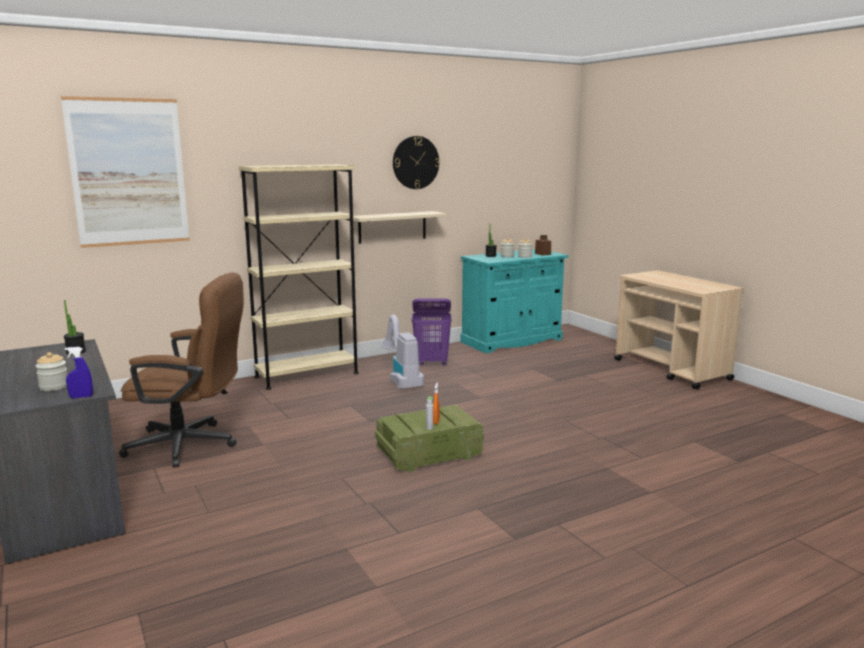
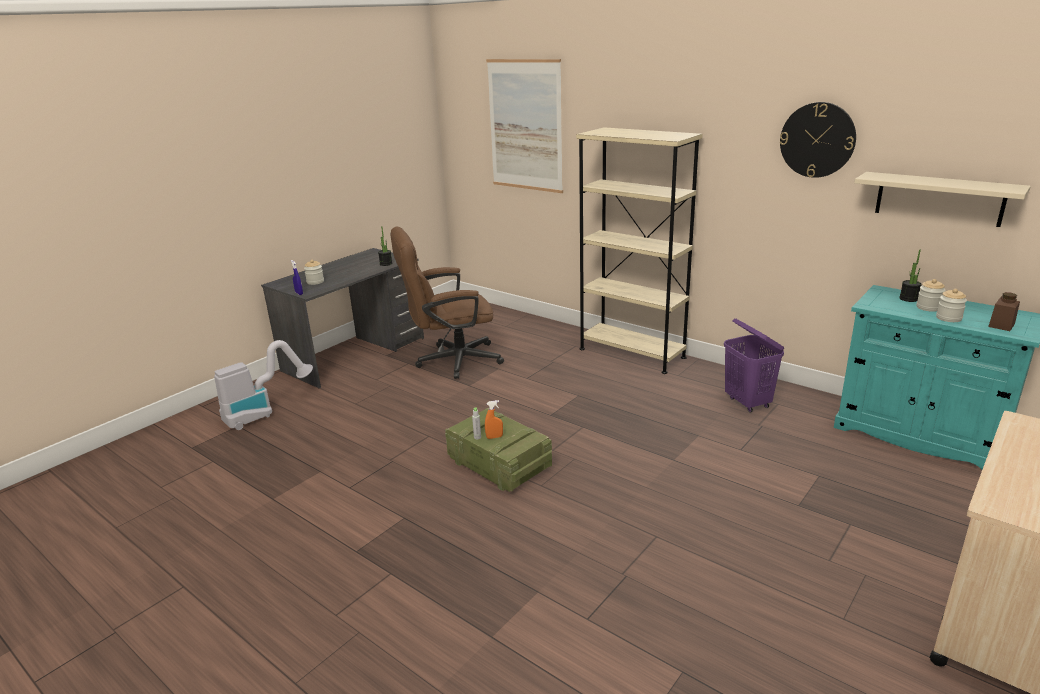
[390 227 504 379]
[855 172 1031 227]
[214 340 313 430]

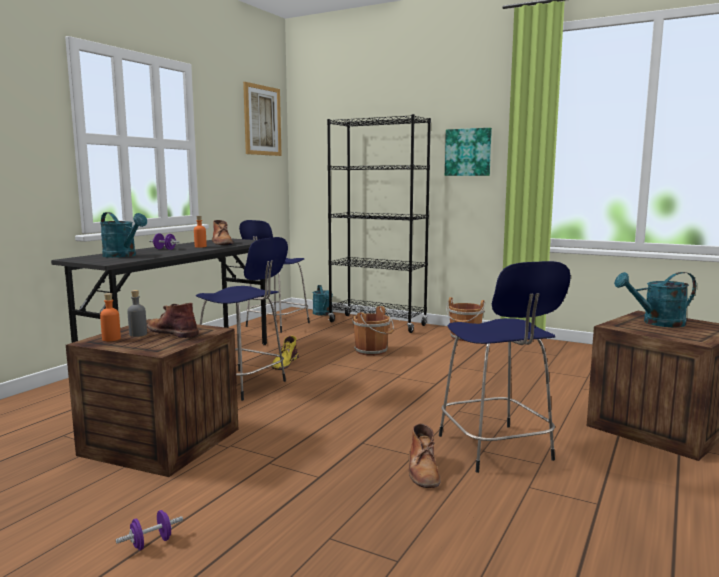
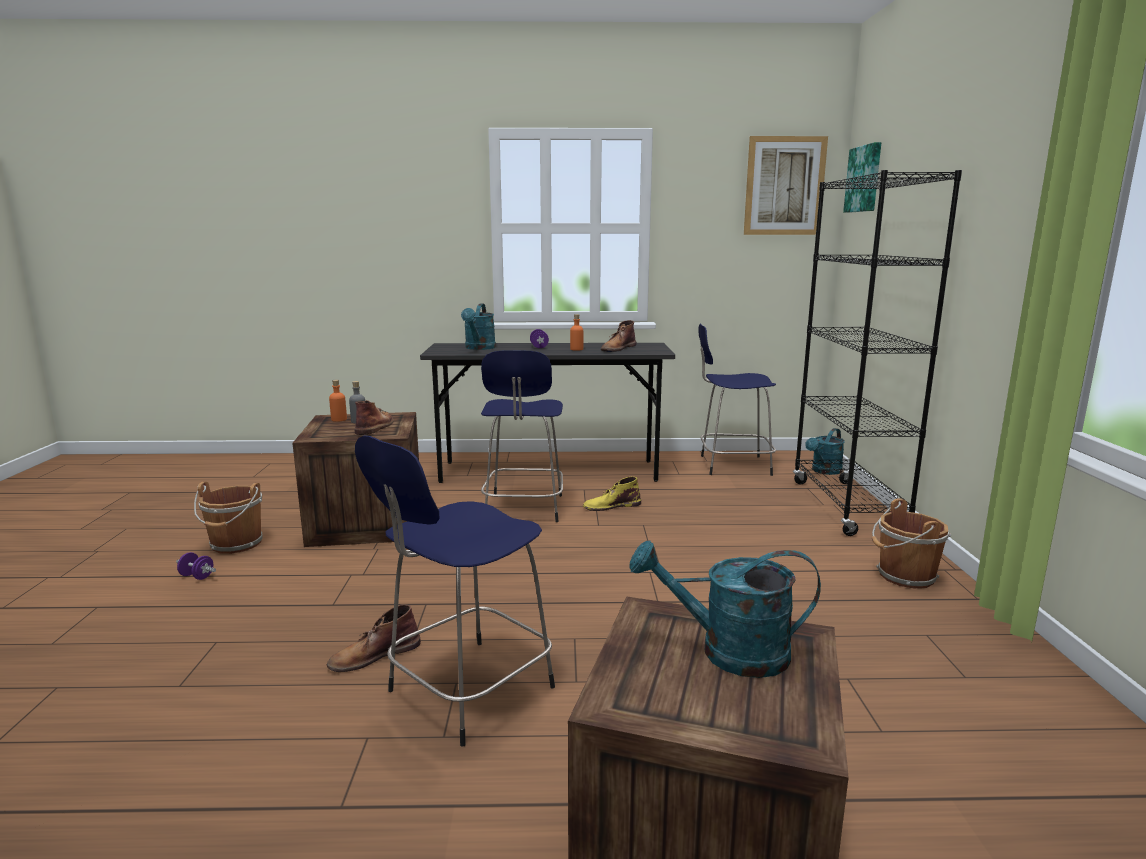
[194 482 263 554]
[843 142 882 213]
[629 540 821 678]

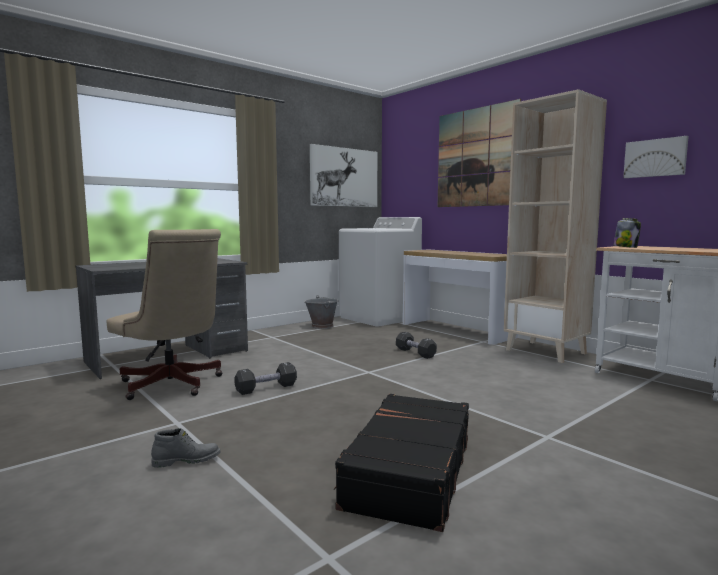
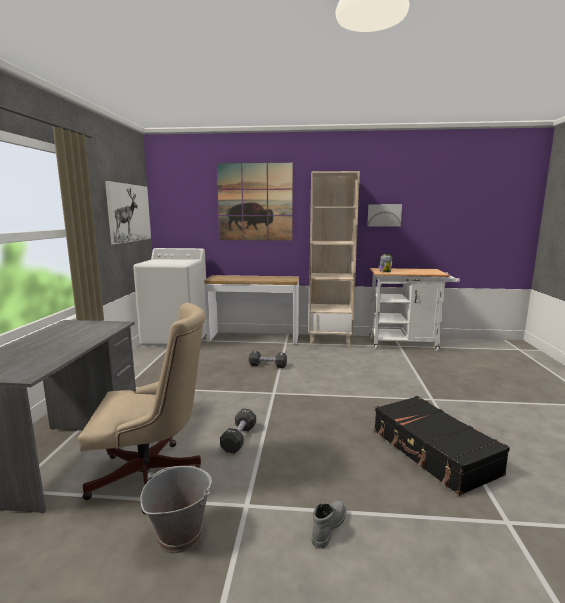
[140 466 212 553]

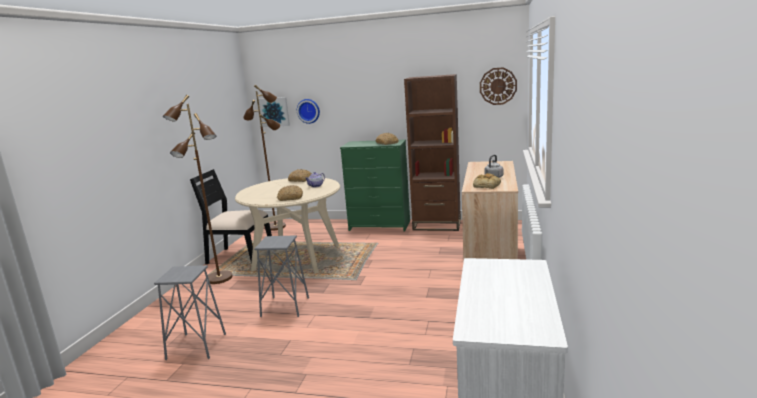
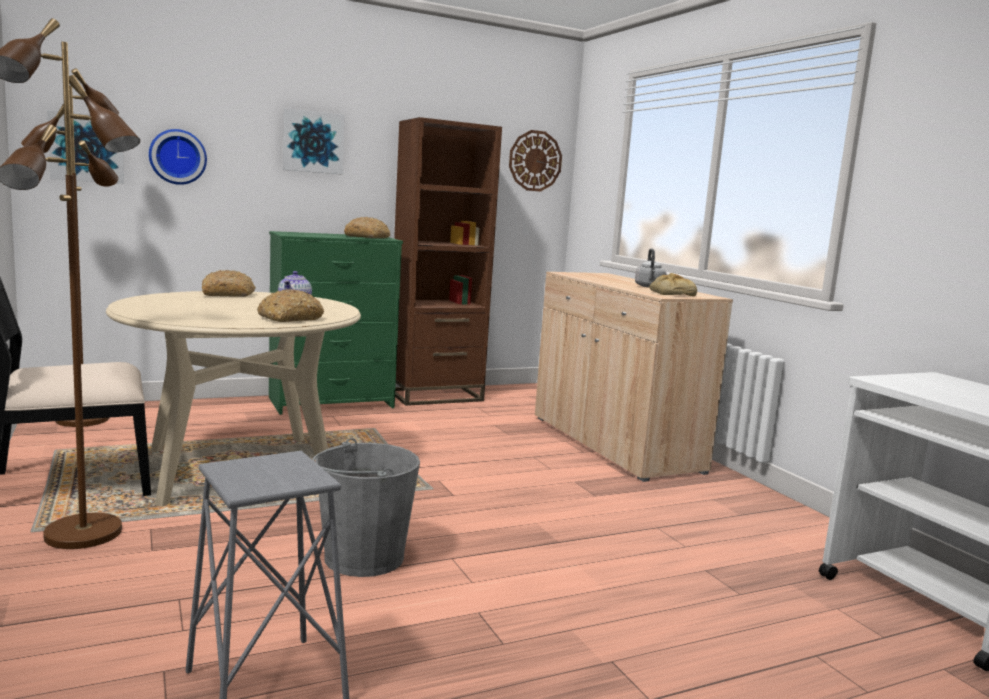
[313 438 420 577]
[283 108 345 174]

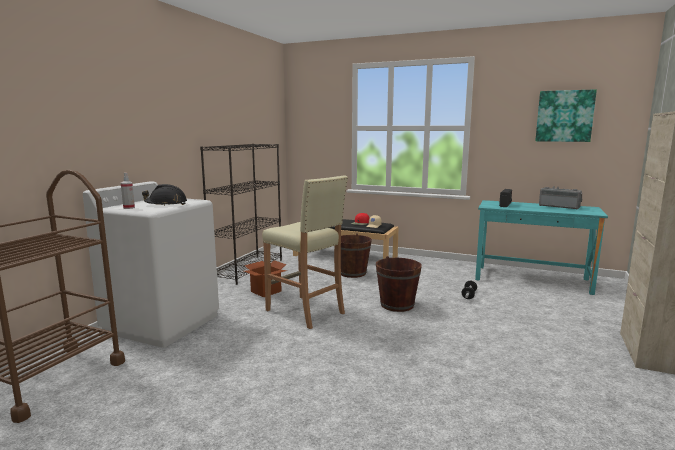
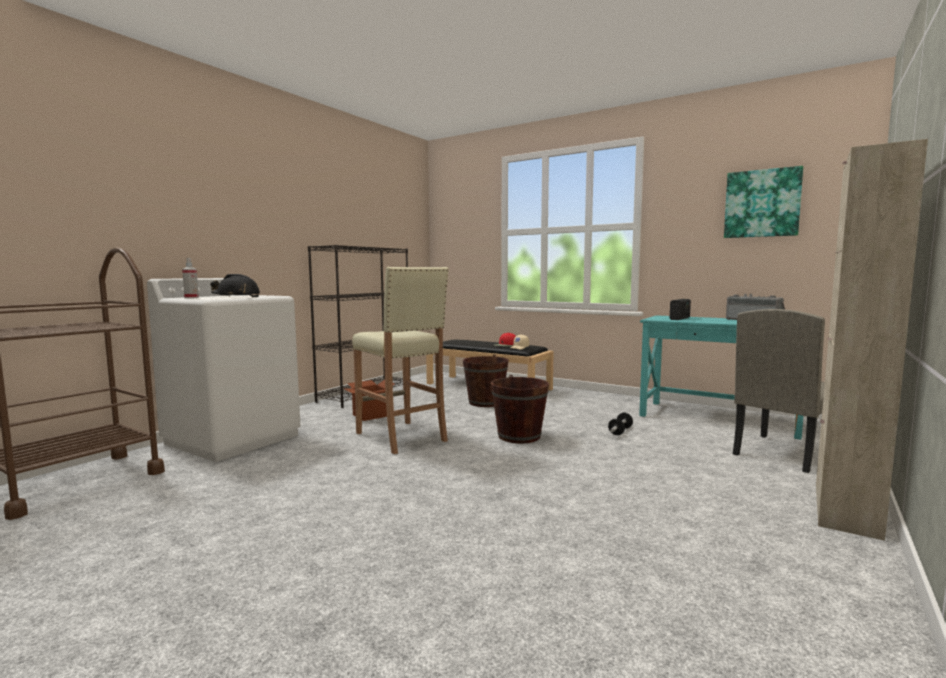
[733 309 825 473]

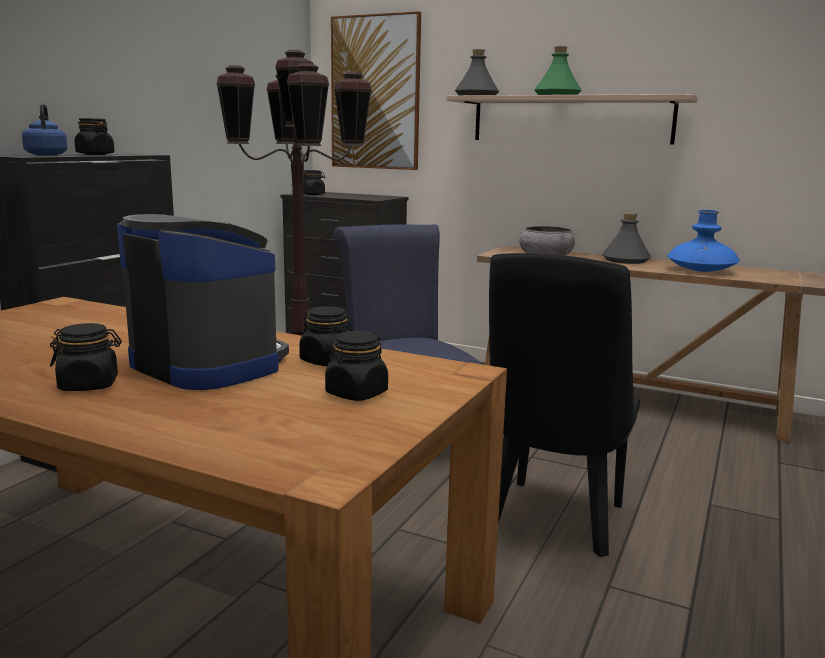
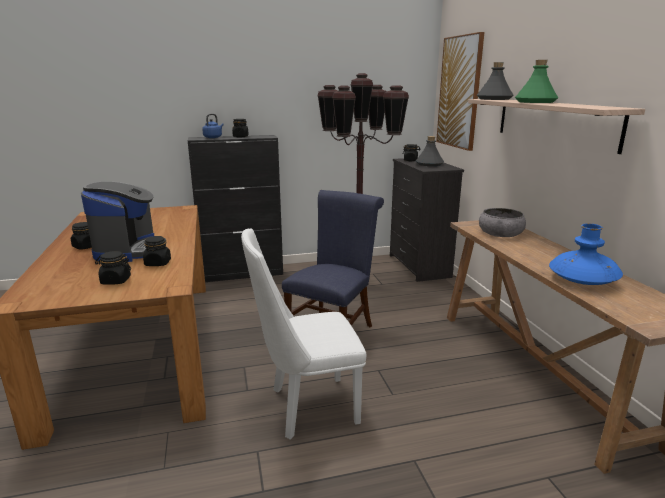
[241 228 366 440]
[416 136 444 166]

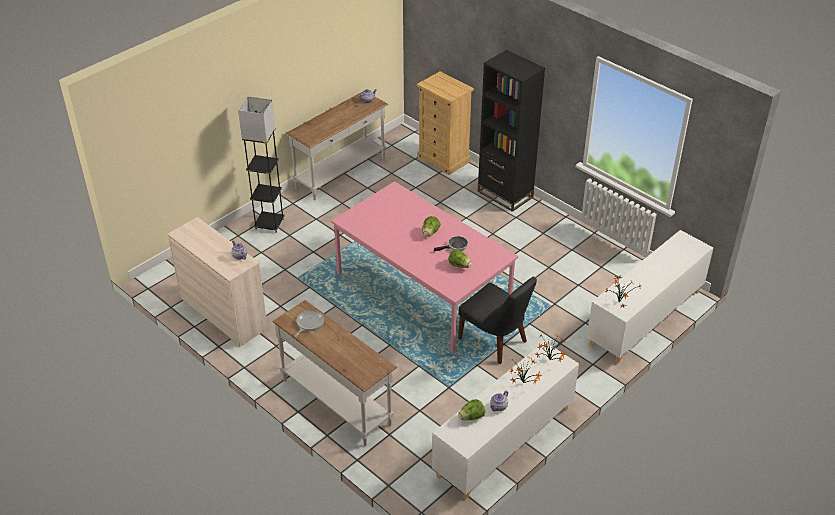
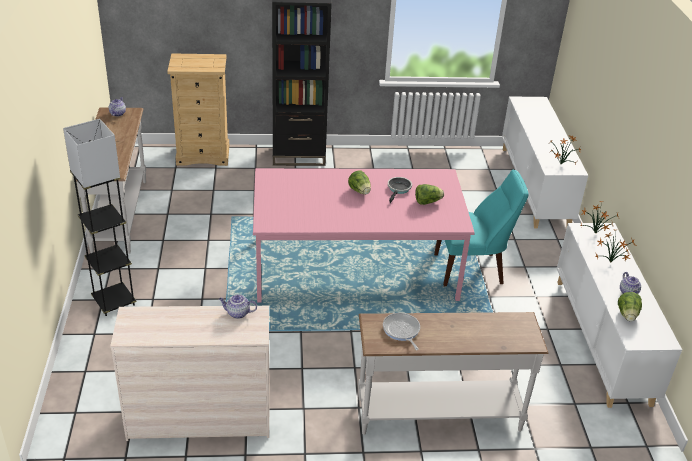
[434 170 529 286]

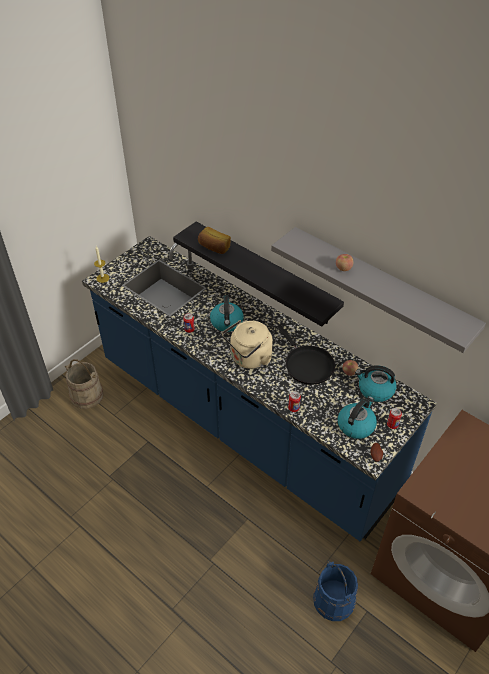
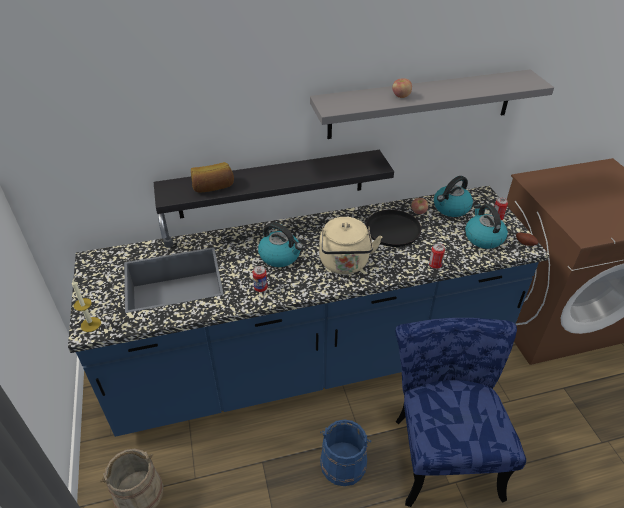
[320 419 371 486]
[395 318 526 507]

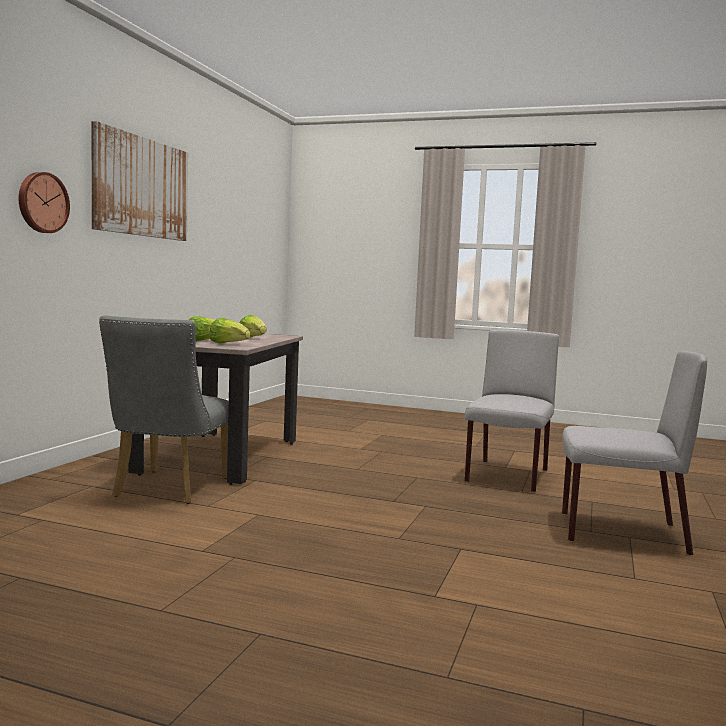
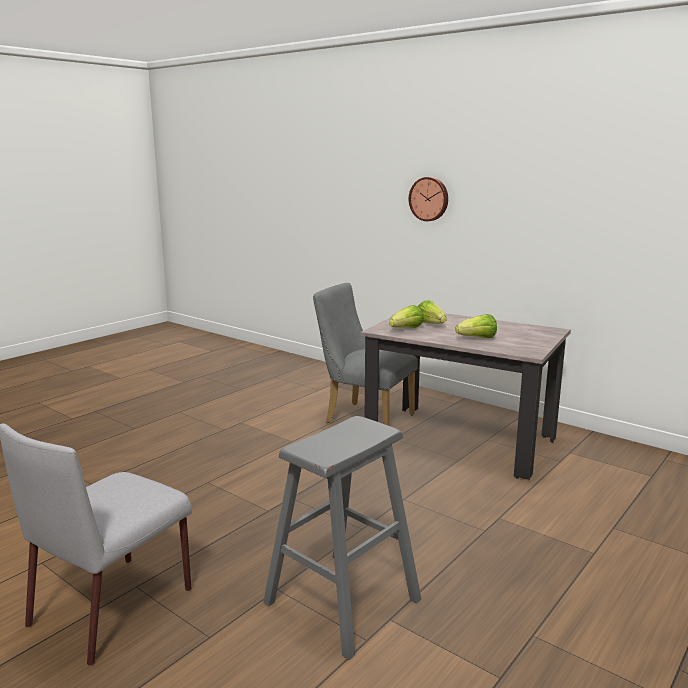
[92 121 188 241] (first image)
[263 416 421 660]

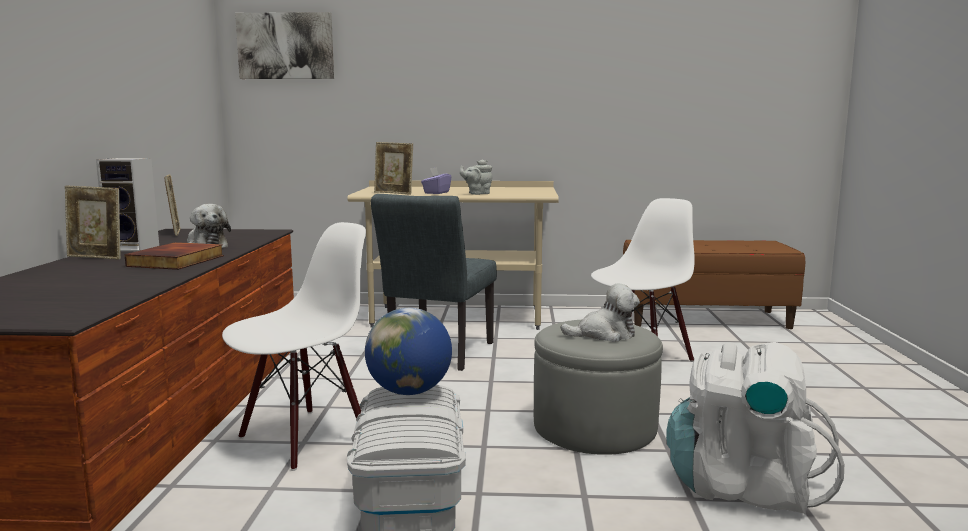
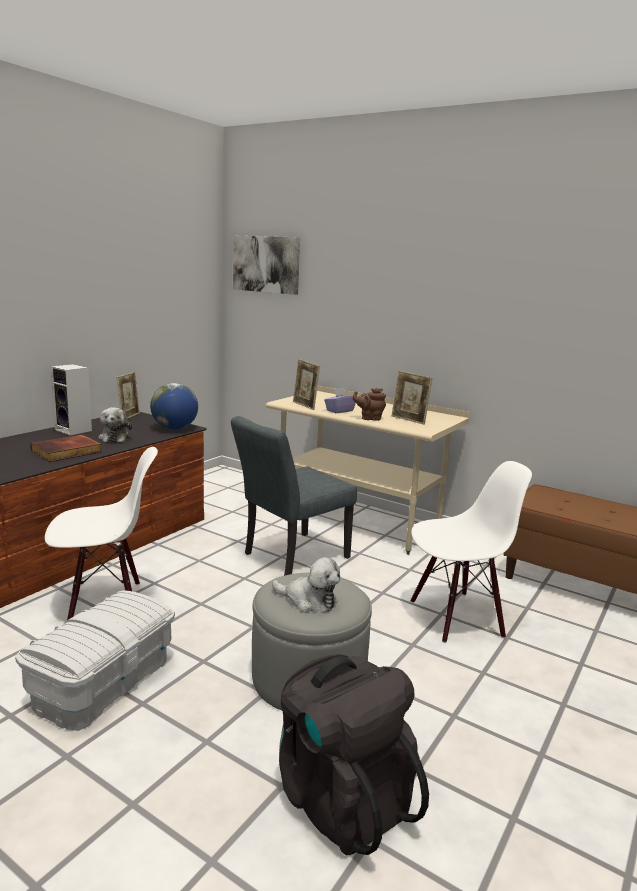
[392 371 433 425]
[150 383 198 430]
[352 388 386 421]
[279 654 429 855]

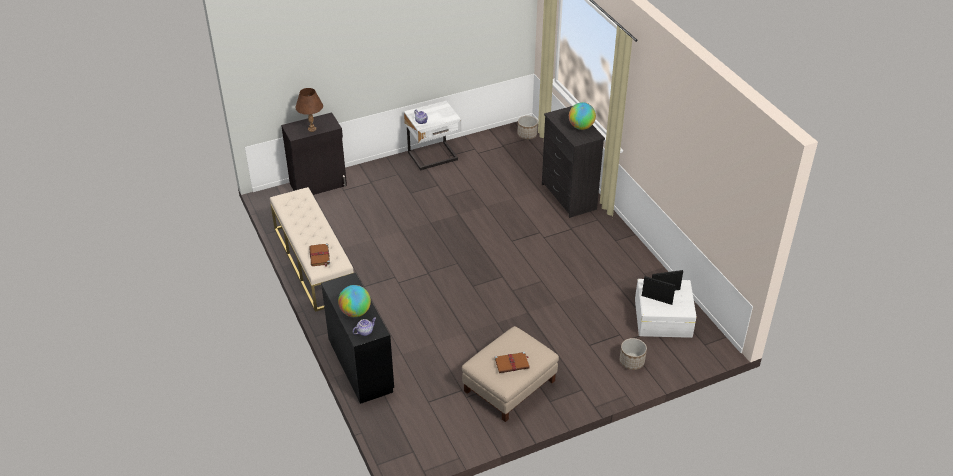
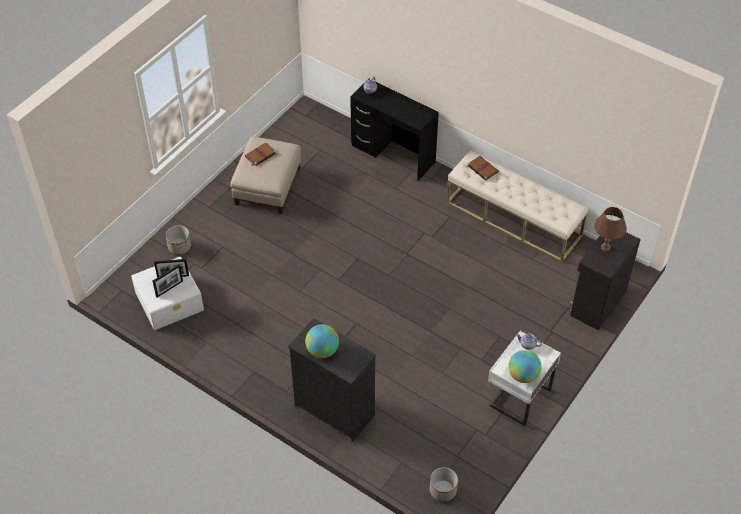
[508 350 542 383]

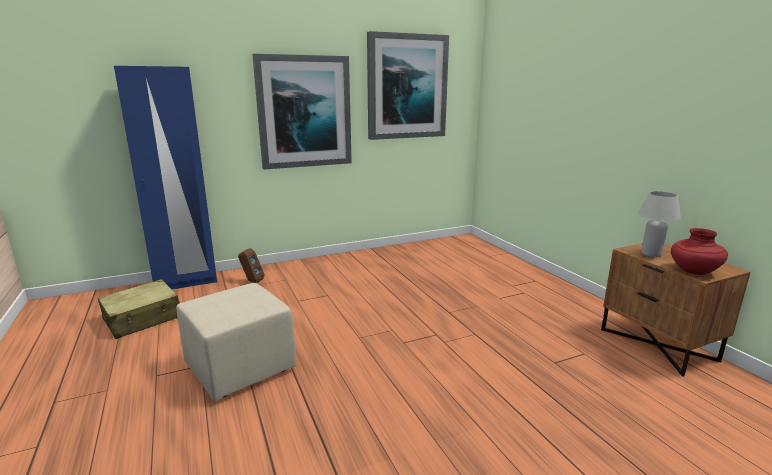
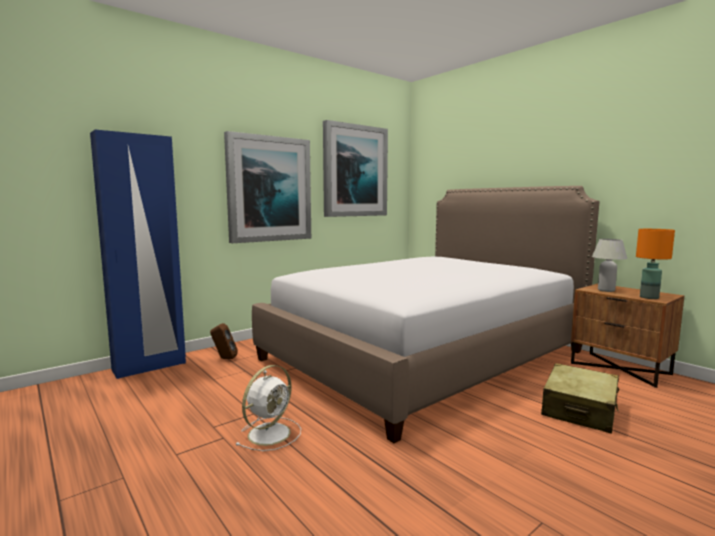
[541 363 620 434]
[235 365 301 451]
[636 229 675 299]
[252 186 599 443]

